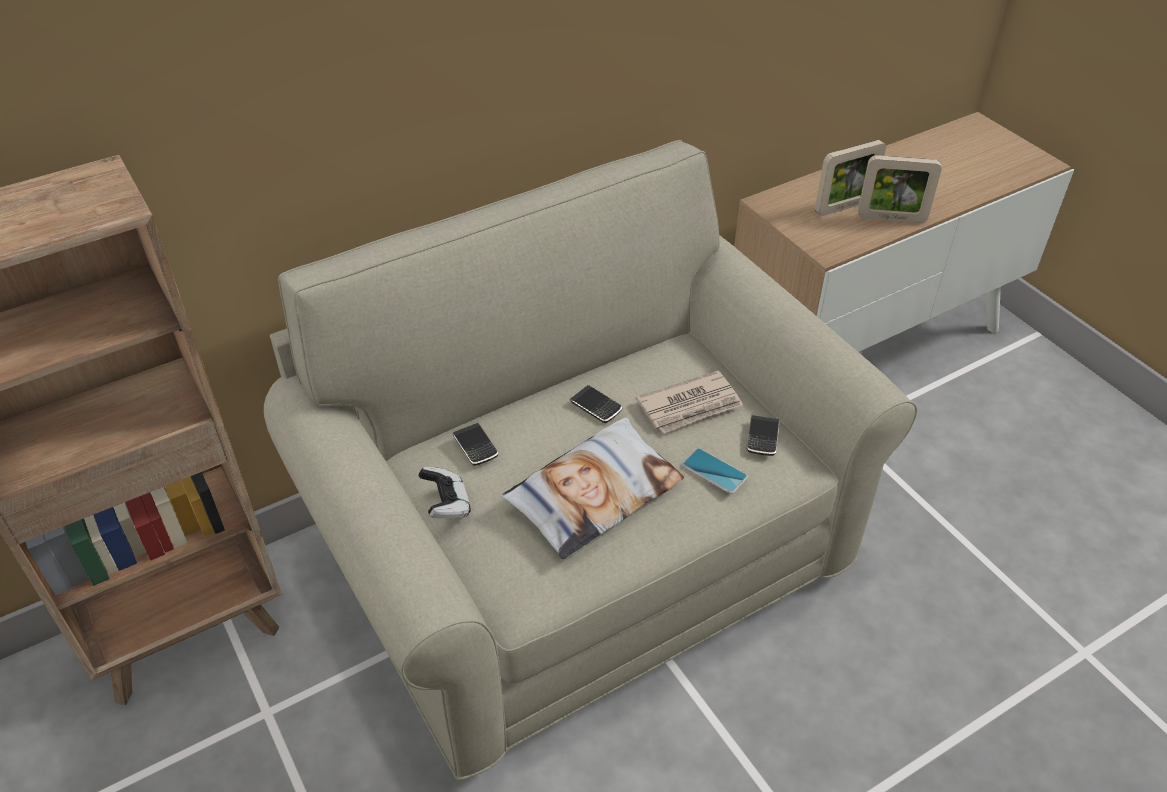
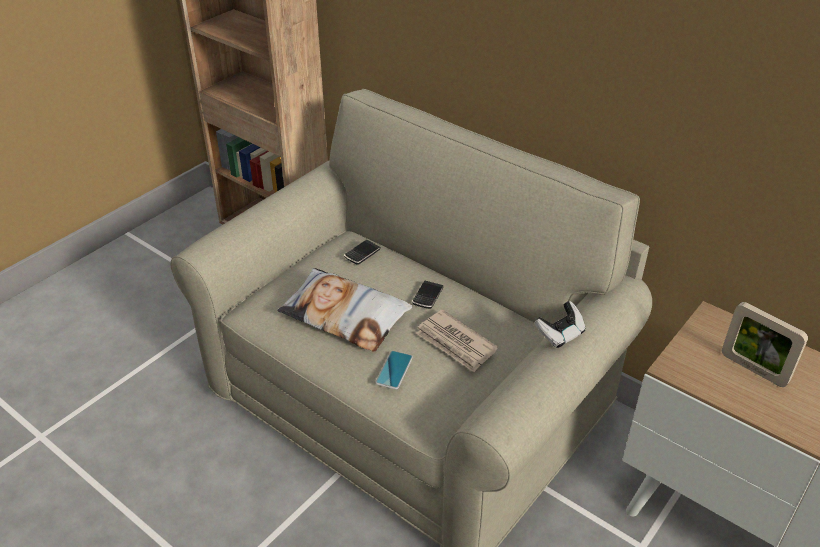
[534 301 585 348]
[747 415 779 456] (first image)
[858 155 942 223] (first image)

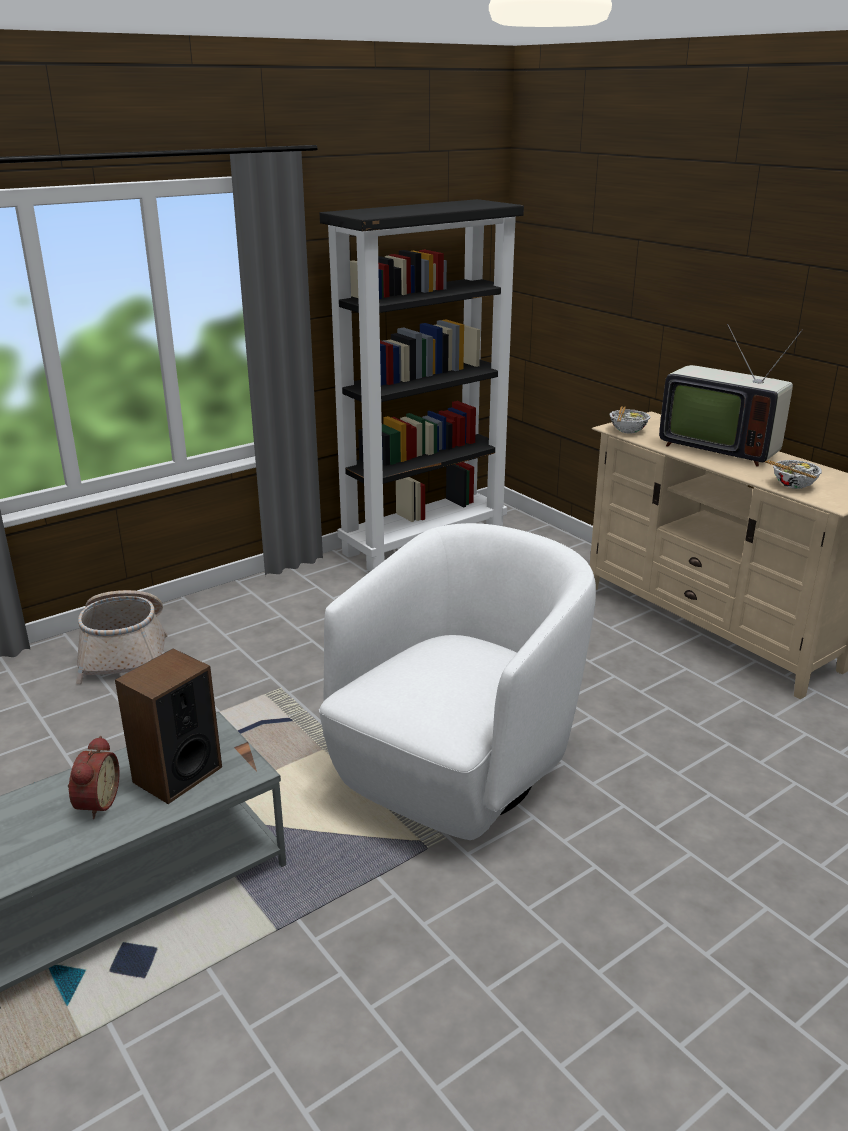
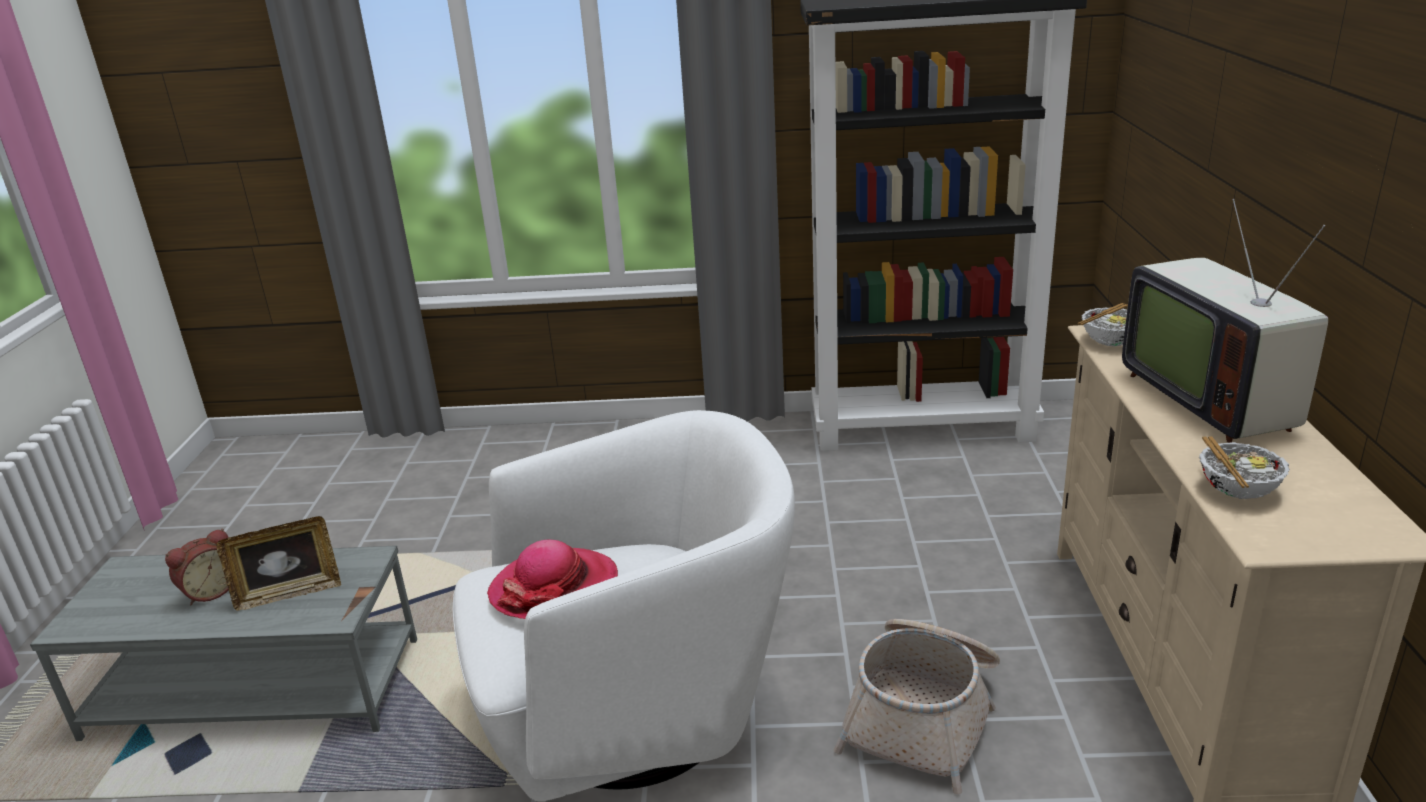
[834 619 1000 794]
[216 516 341 611]
[487 540 618 619]

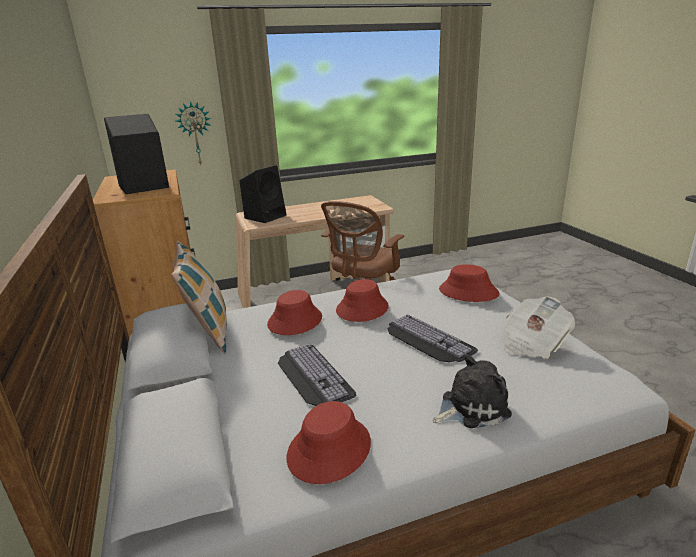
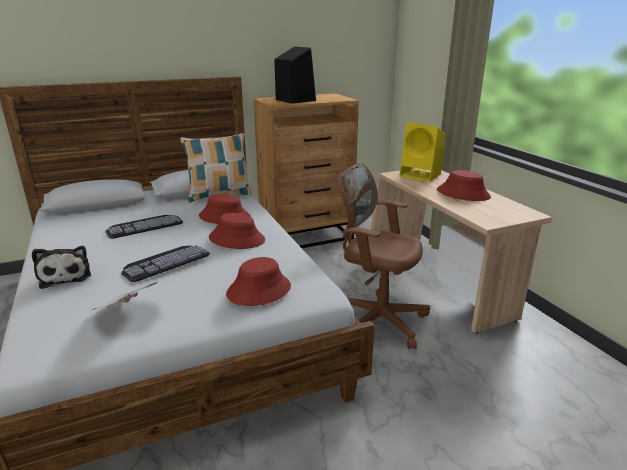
[176 101 211 165] (first image)
[399 123 445 182]
[437 170 491 201]

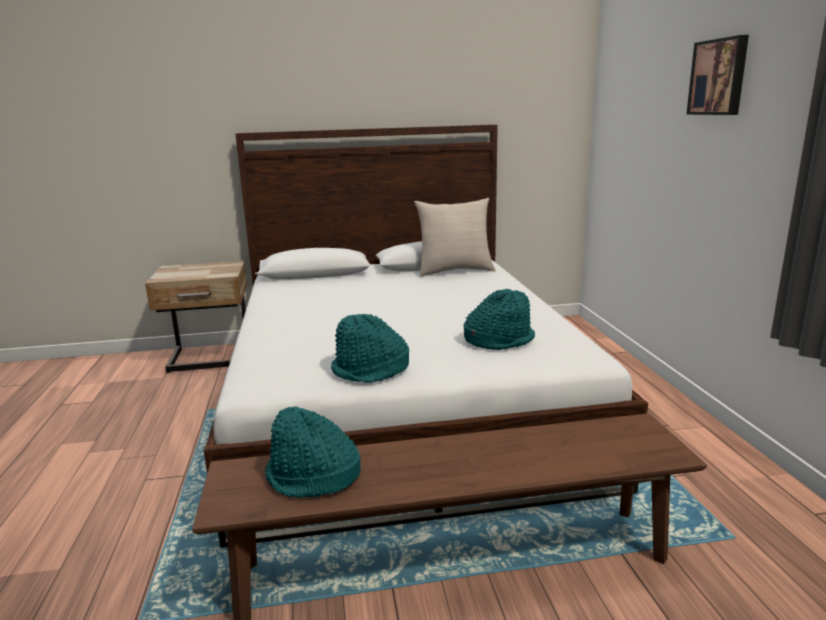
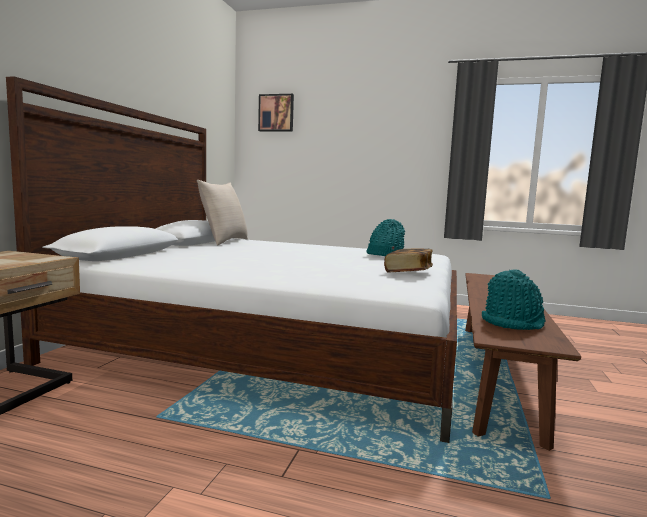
[384 249 433 273]
[258 94 294 131]

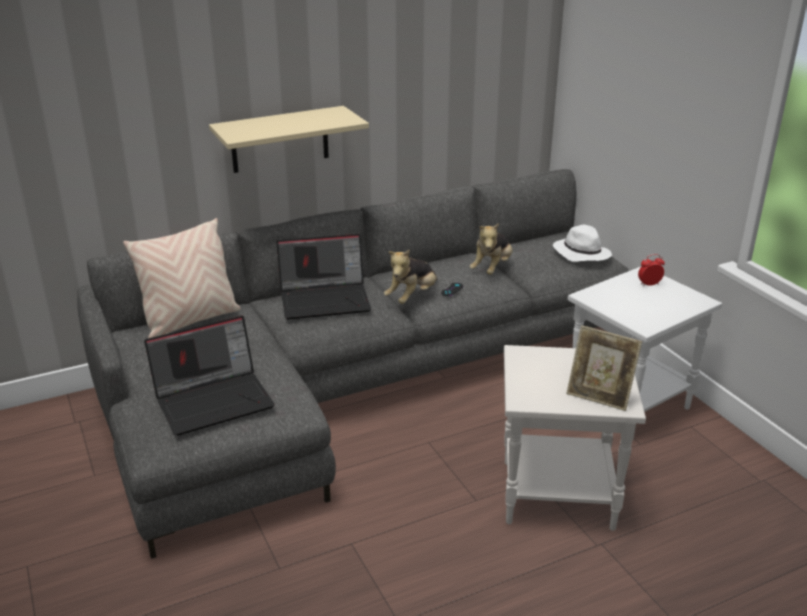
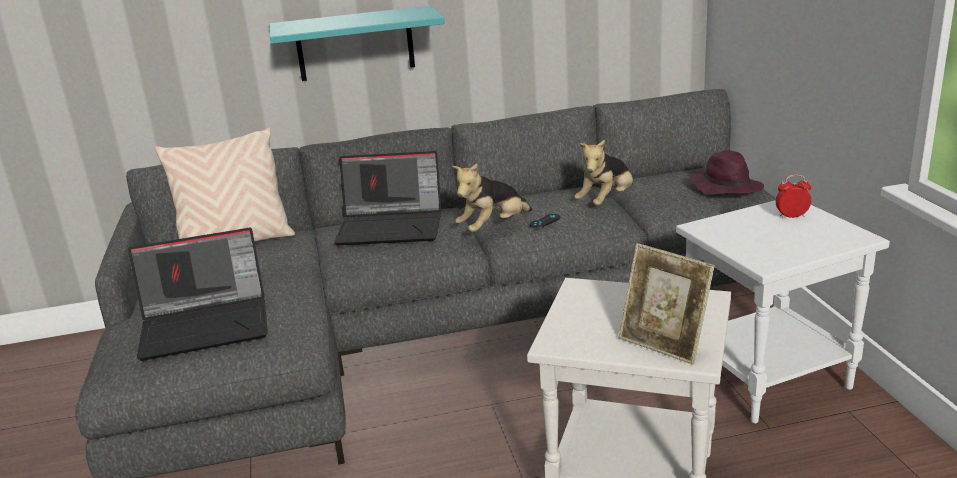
[269 5 445 81]
[689 150 764 195]

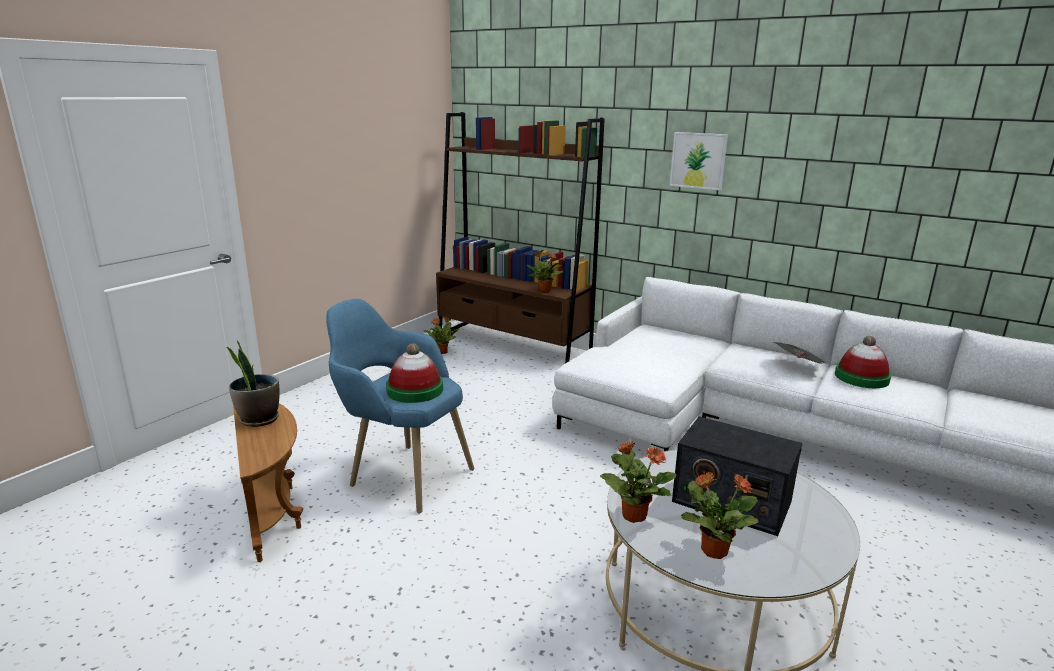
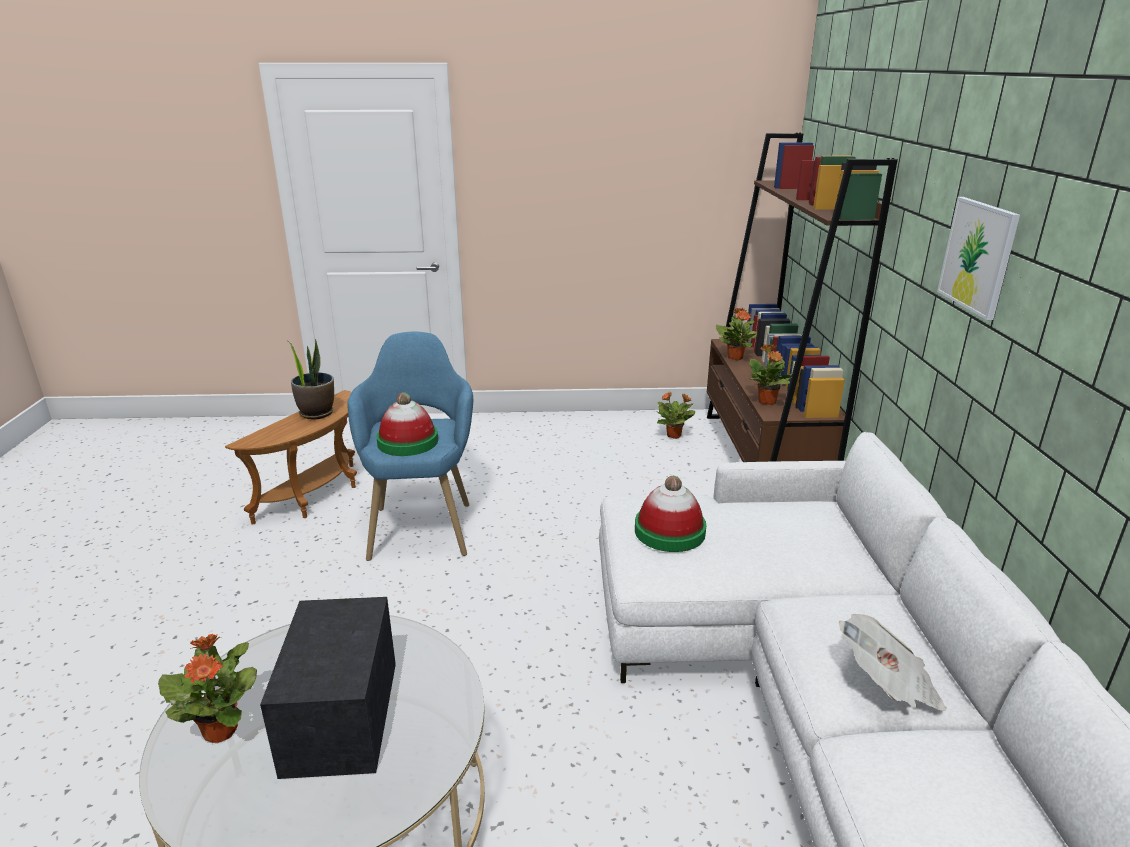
[716 308 757 360]
[635 476 707 552]

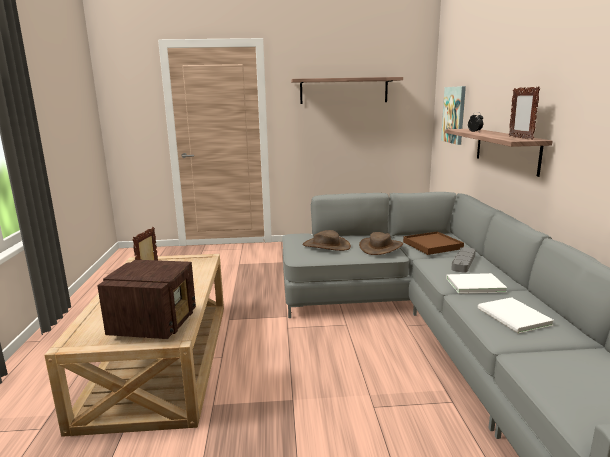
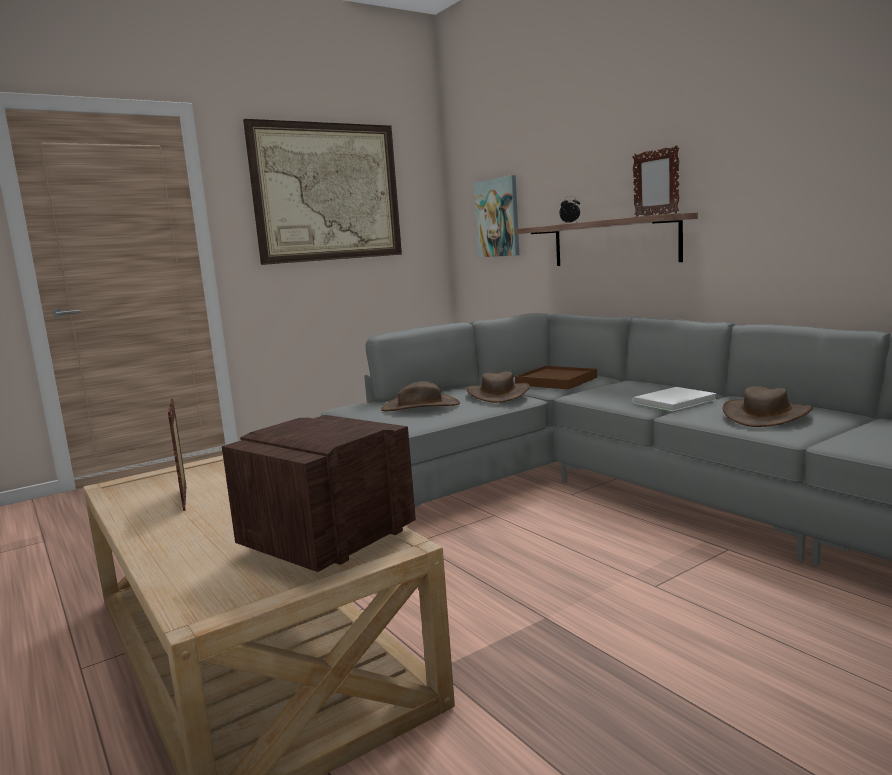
[222 415 416 572]
[243 119 402 265]
[451 247 476 273] (first image)
[723 386 813 427]

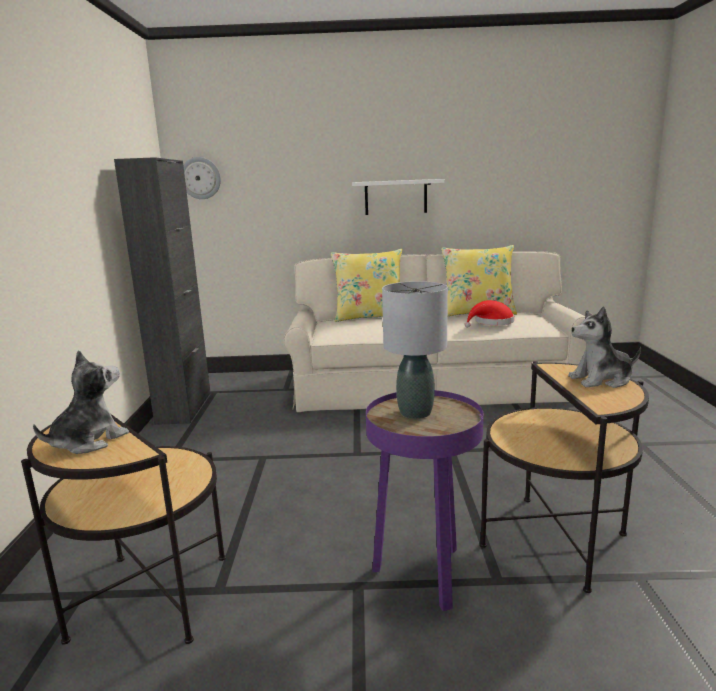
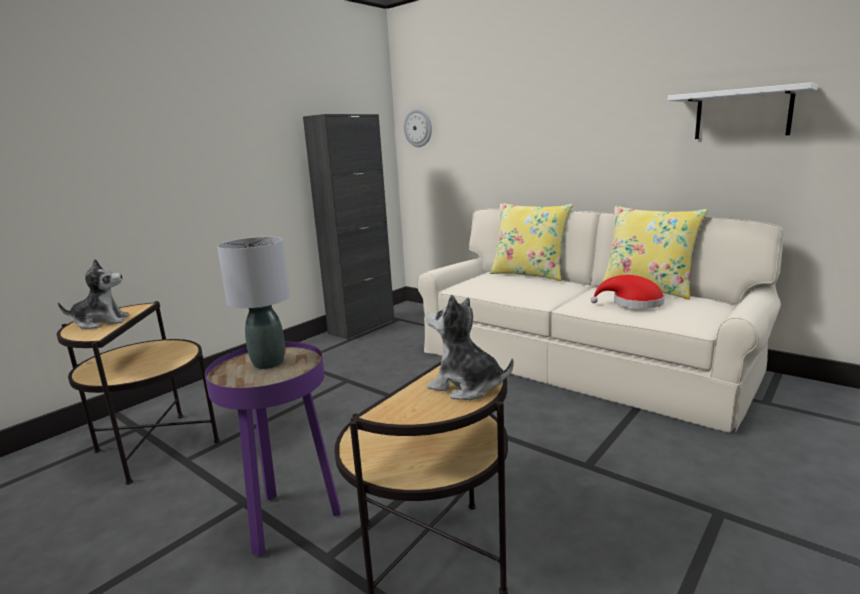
[668 82 818 139]

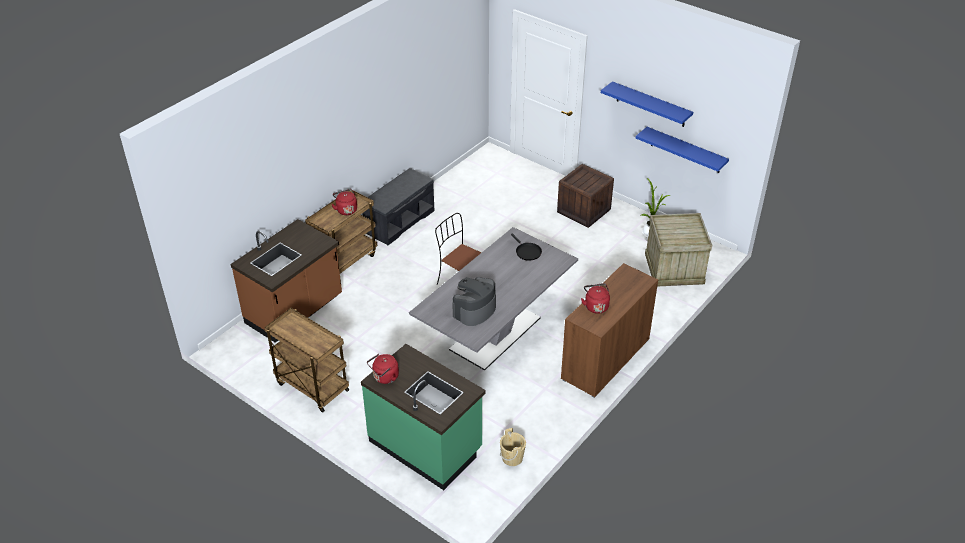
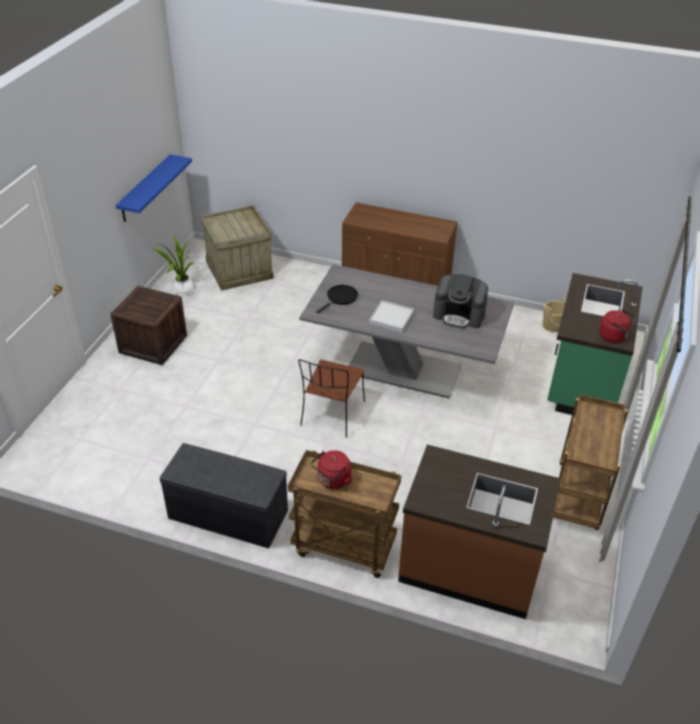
[581 283 610 314] (first image)
[601 81 693 127] (first image)
[369 300 414 333]

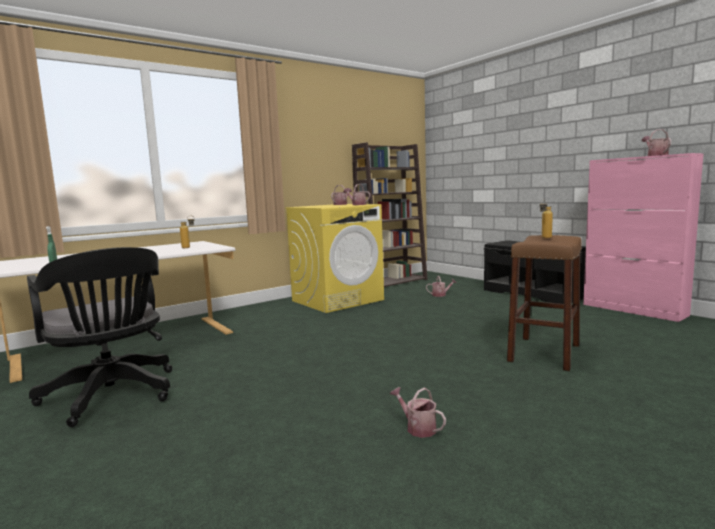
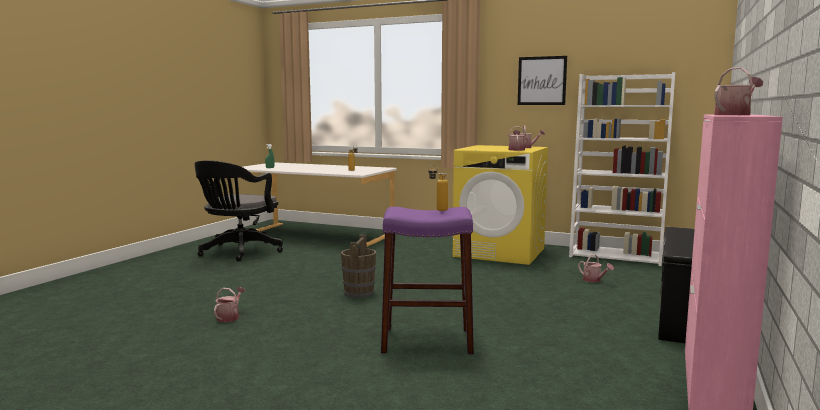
[569 72 675 266]
[381 207 474 354]
[341 235 376 298]
[518 56 567 105]

